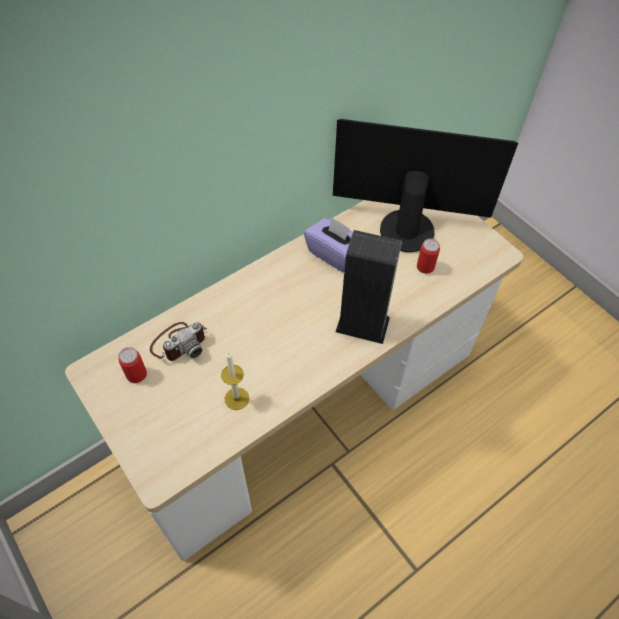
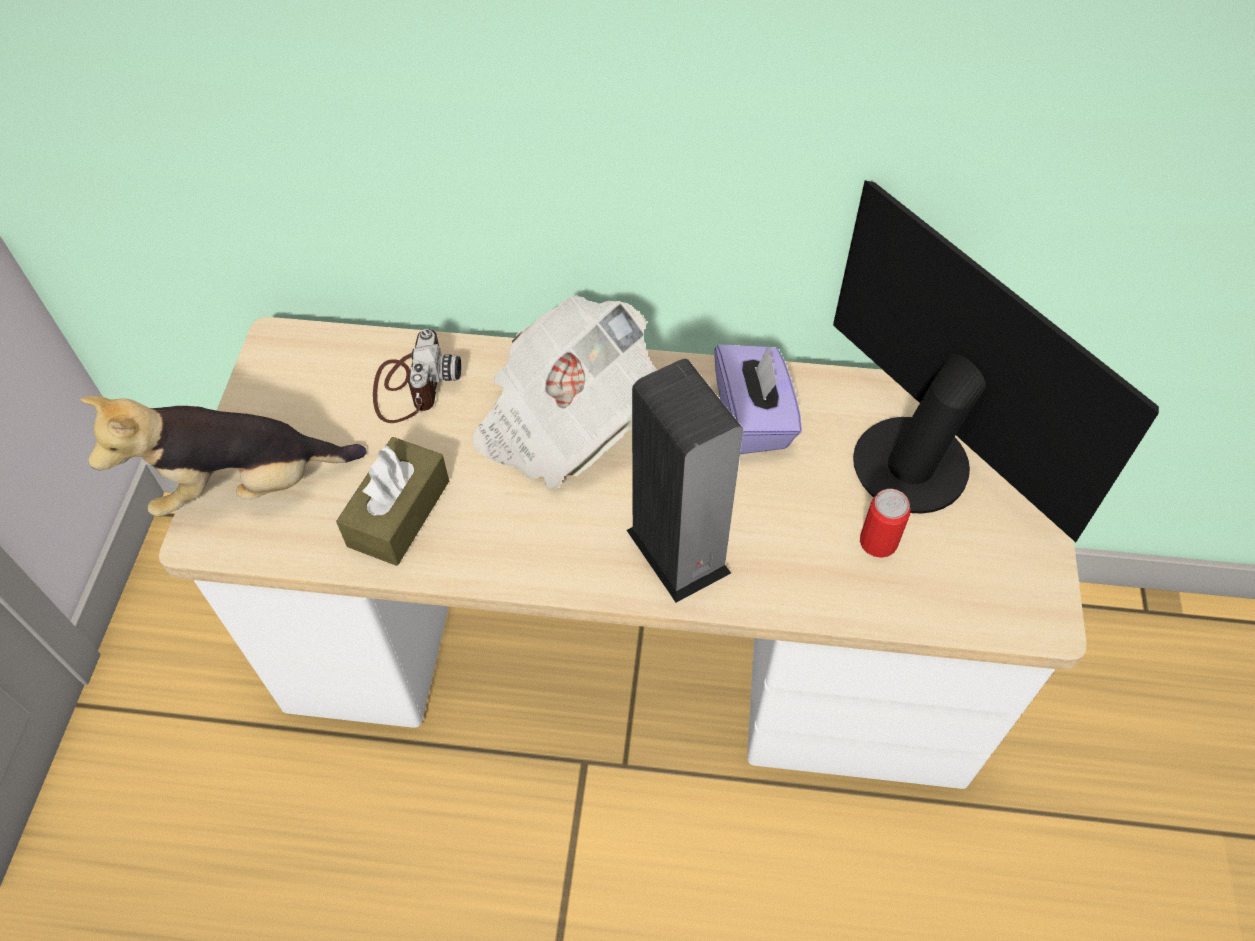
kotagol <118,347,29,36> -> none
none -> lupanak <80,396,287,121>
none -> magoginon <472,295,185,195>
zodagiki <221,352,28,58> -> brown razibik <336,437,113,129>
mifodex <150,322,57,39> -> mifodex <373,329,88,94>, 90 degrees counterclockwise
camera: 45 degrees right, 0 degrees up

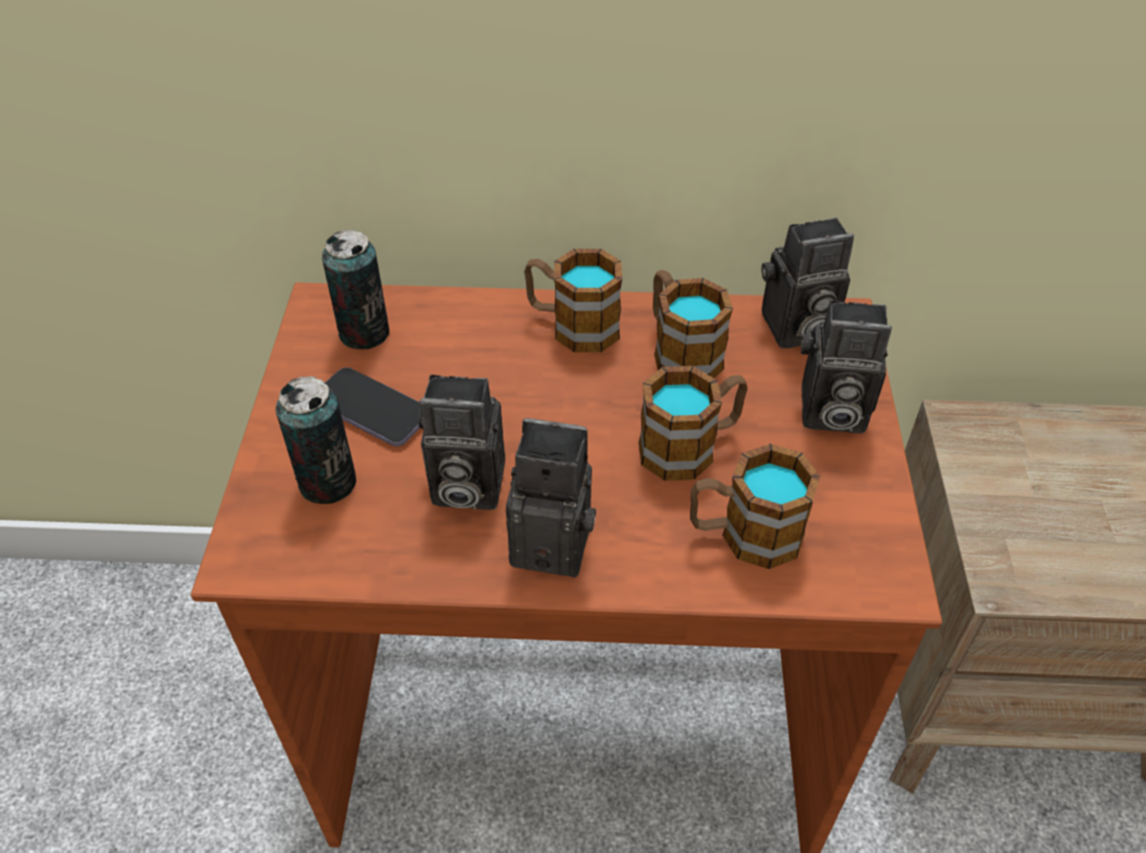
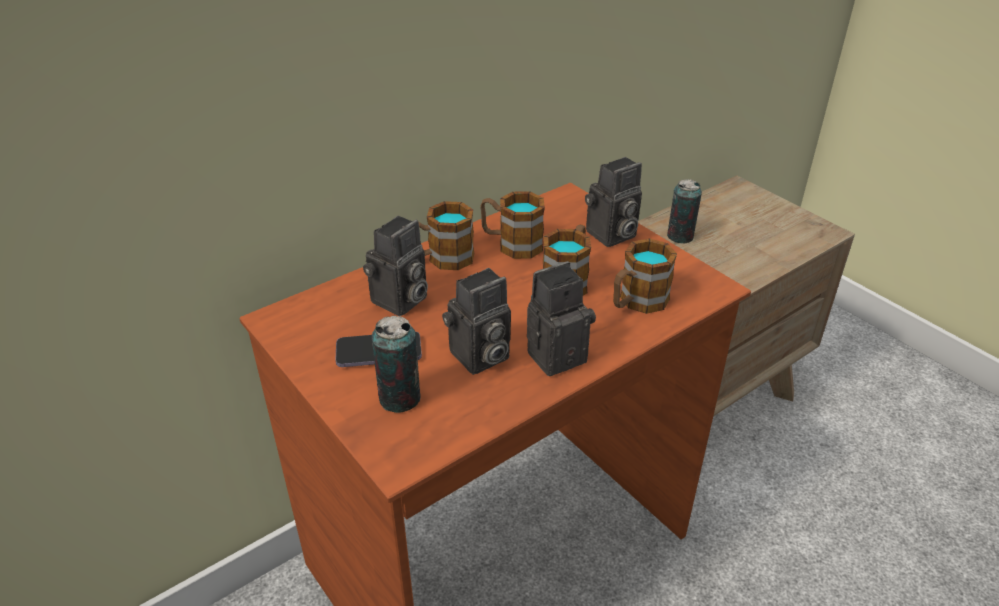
kotagol <322,230,67,119> -> kotagol <667,179,35,65>, move
mifodex <761,217,93,131> -> mifodex <363,215,65,101>, move
camera: 40 degrees left, 10 degrees down

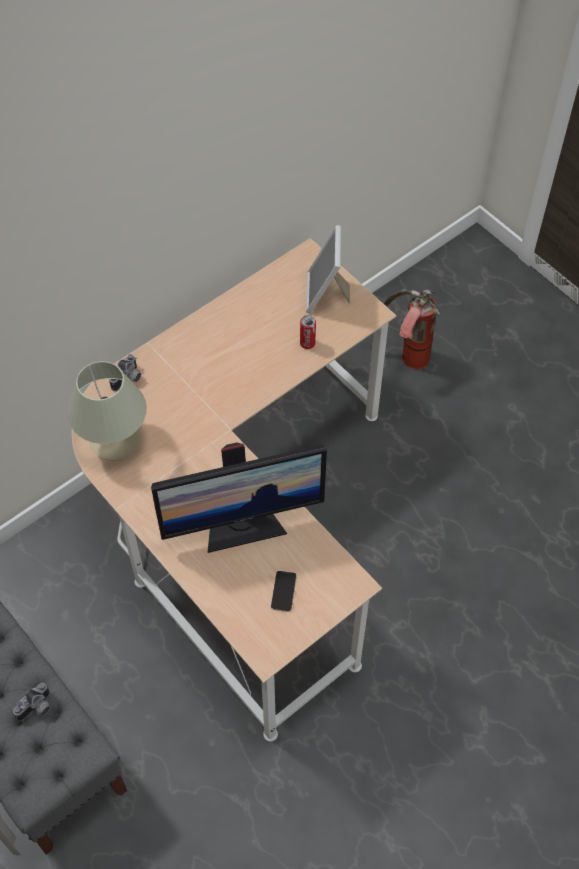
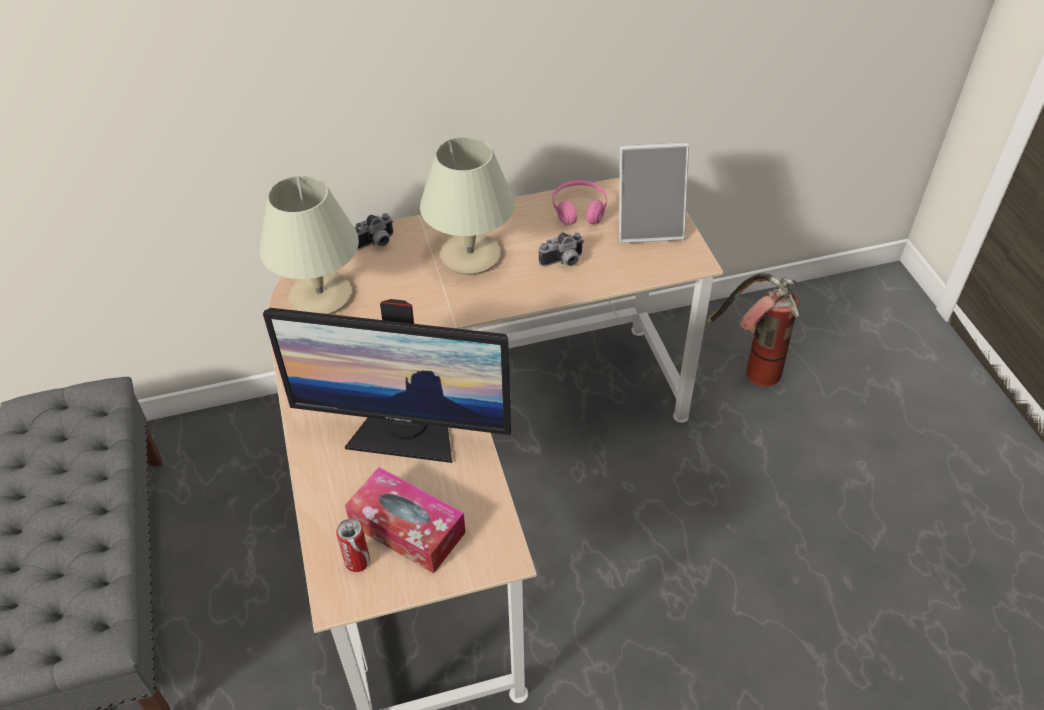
none -> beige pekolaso <420,136,95,139>
none -> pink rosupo <552,179,55,46>
mifodex <13,683,37,38> -> mifodex <539,232,45,35>, move
kotagol <300,315,16,34> -> kotagol <336,519,34,53>, move
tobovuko <271,571,26,41> -> razibik <345,467,121,107>
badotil <306,225,44,88> -> badotil <619,142,70,101>, 120 degrees counterclockwise
camera: 25 degrees right, 10 degrees down

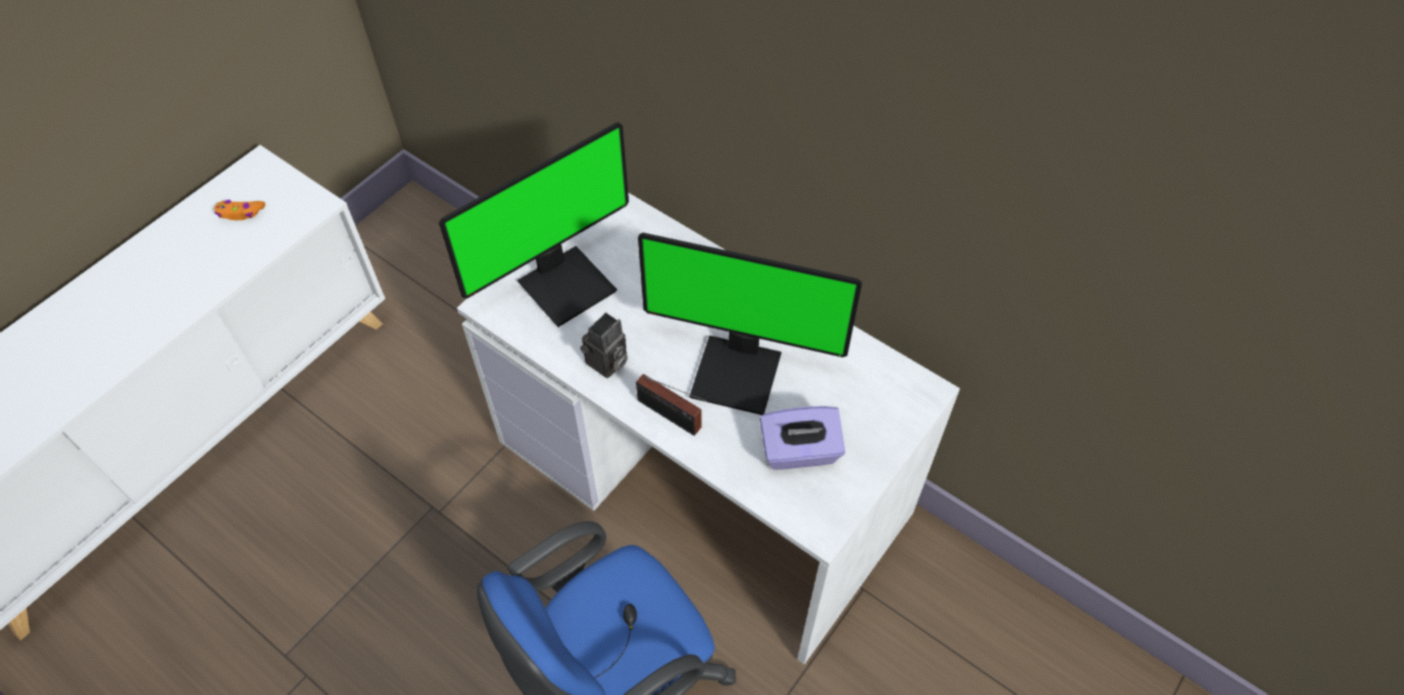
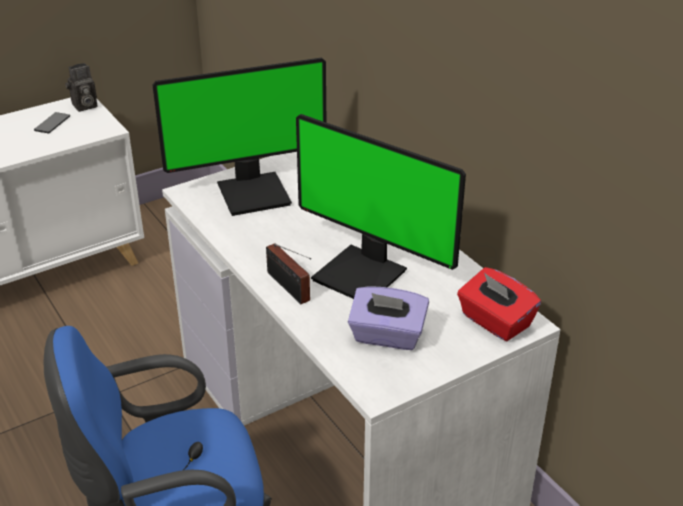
none -> red razibik <457,267,84,74>
mifodex <580,312,48,66> -> mifodex <65,63,32,49>, move
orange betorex <214,200,51,20> -> tobovuko <34,112,36,21>
camera: 20 degrees right, 20 degrees down

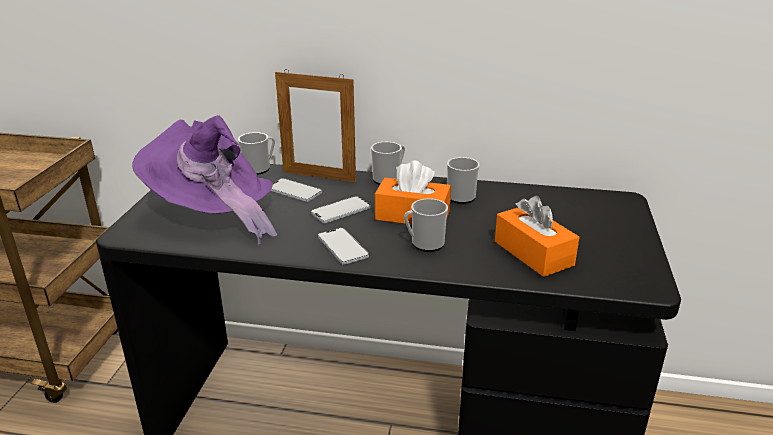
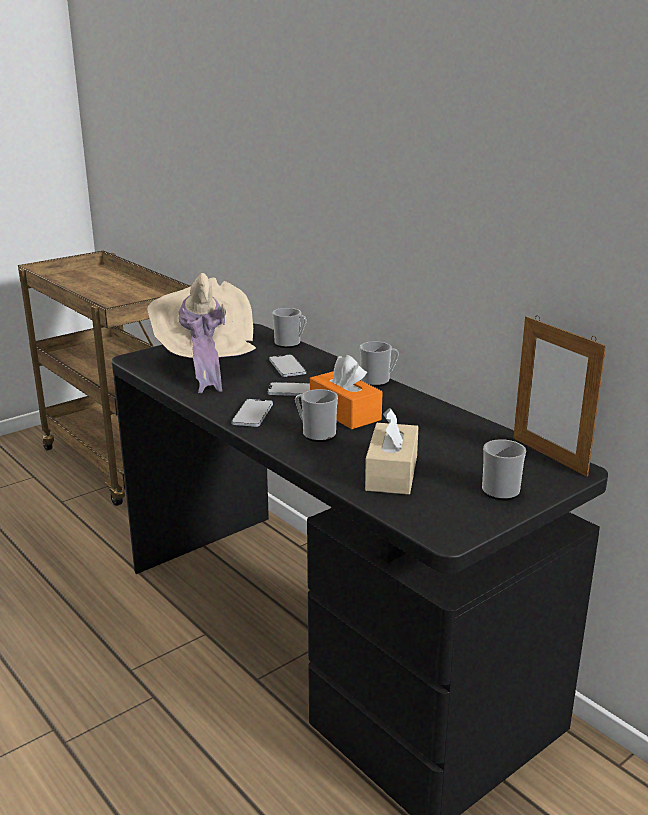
badotil <275,69,81,113> -> badotil <513,315,93,161>, move
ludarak <447,157,33,47> -> ludarak <482,439,44,61>, move
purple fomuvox <132,115,146,131> -> beige fomuvox <147,273,109,120>
orange razibik <495,196,85,81> -> beige razibik <365,408,53,87>
camera: 40 degrees right, 5 degrees down

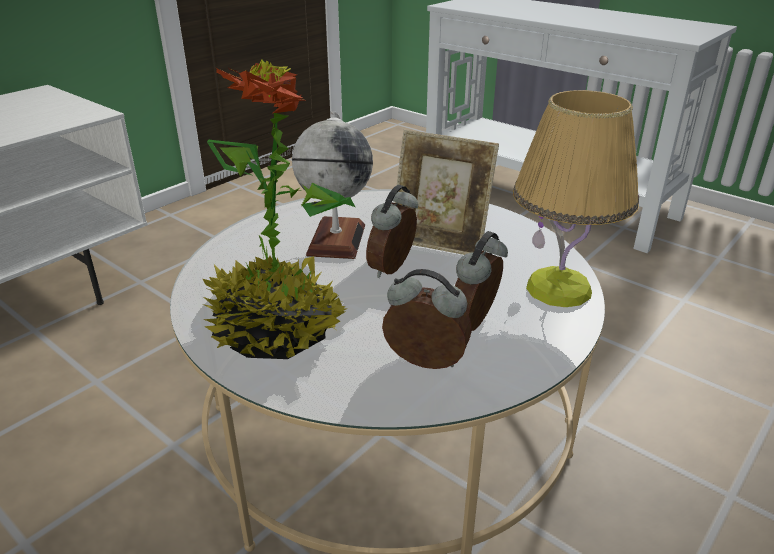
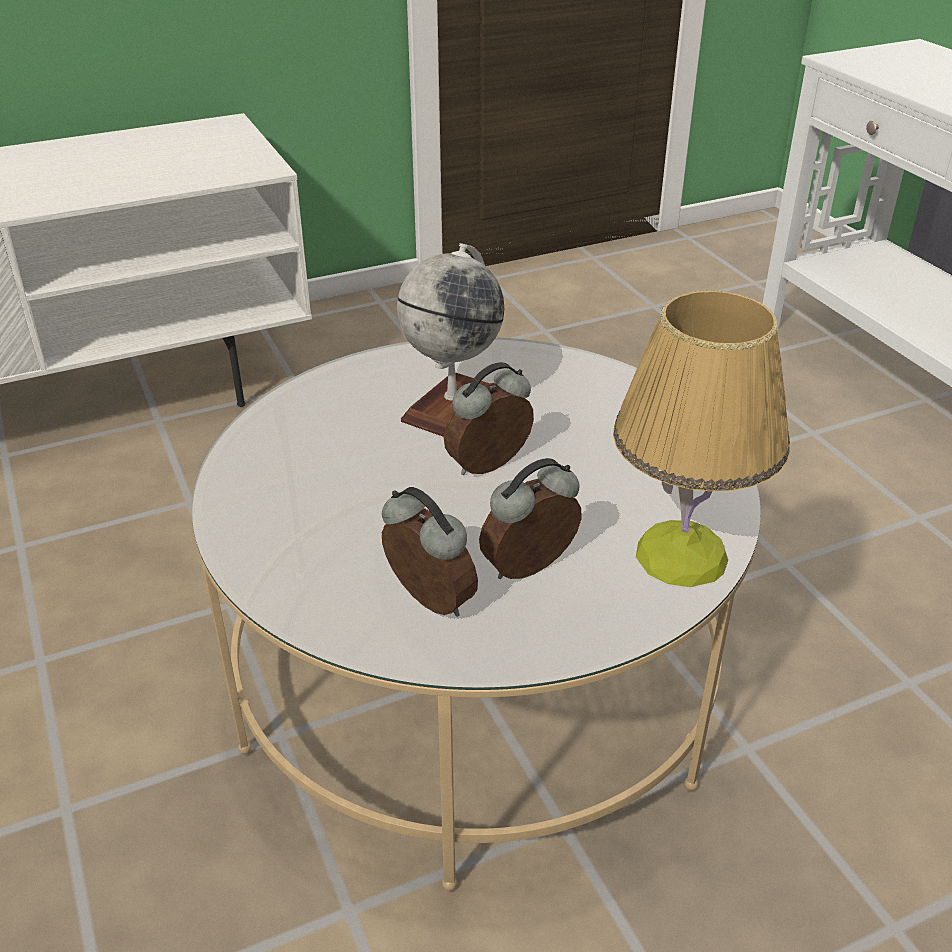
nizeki <203,60,152,299> -> none
badotil <395,130,104,125> -> none
camera: 25 degrees right, 5 degrees up

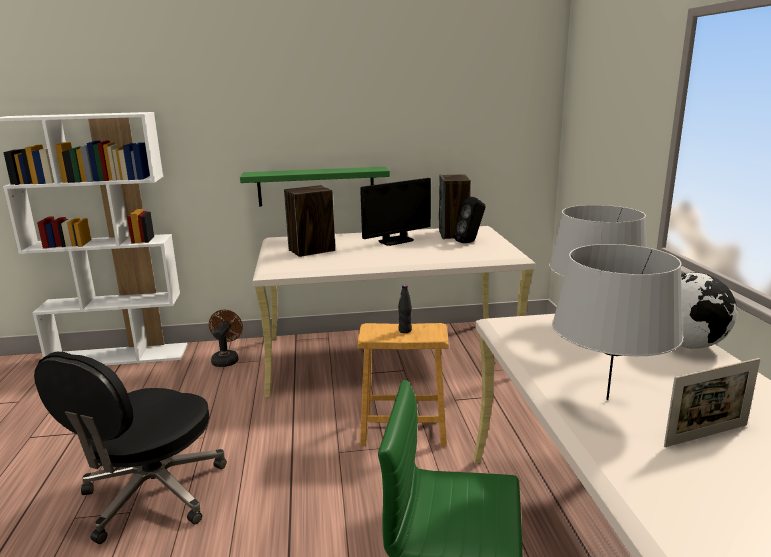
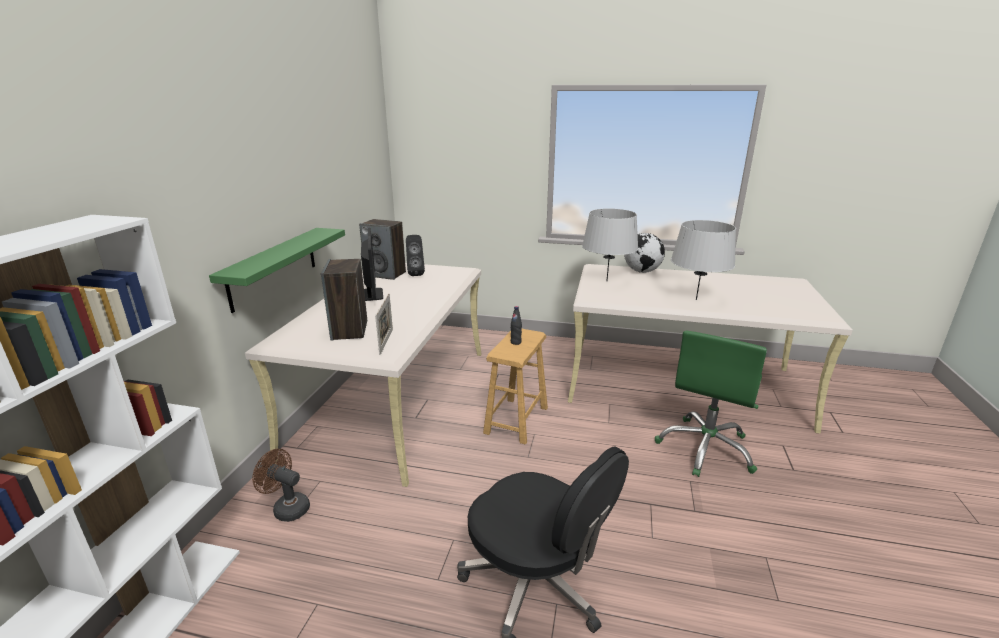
badotil <664,358,96,89> -> badotil <375,293,18,62>, move
camera: 70 degrees left, 5 degrees up

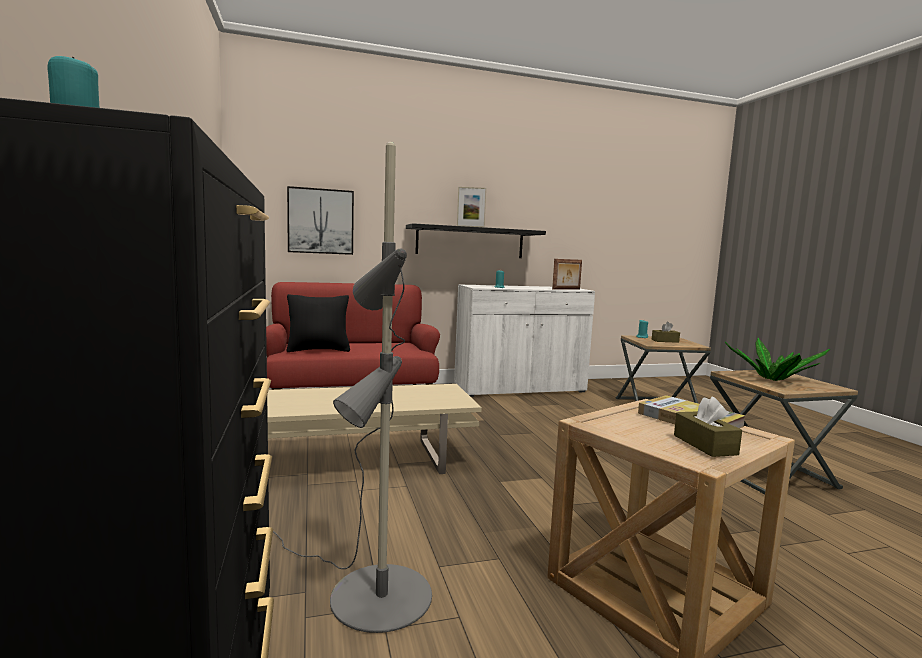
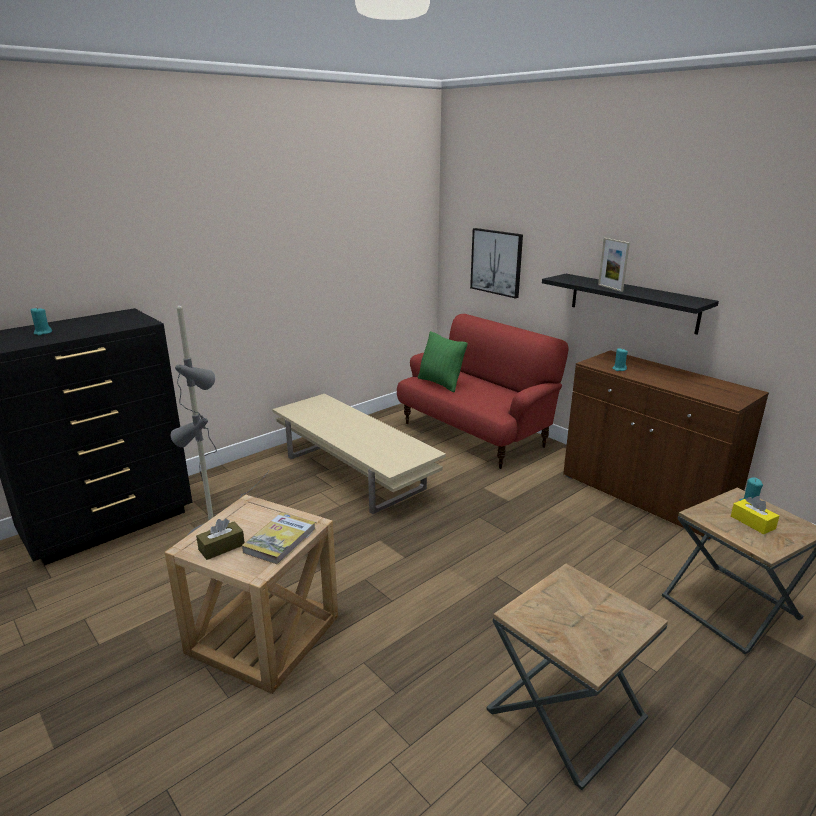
badotil <552,259,30,31> -> none
nizeki <725,338,105,43> -> none
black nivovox <286,294,64,58> -> green nivovox <418,331,50,61>
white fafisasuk <454,284,141,113> -> brown fafisasuk <563,350,206,190>
brown razibik <651,322,29,21> -> yellow razibik <731,496,48,38>
camera: 65 degrees right, 15 degrees up

